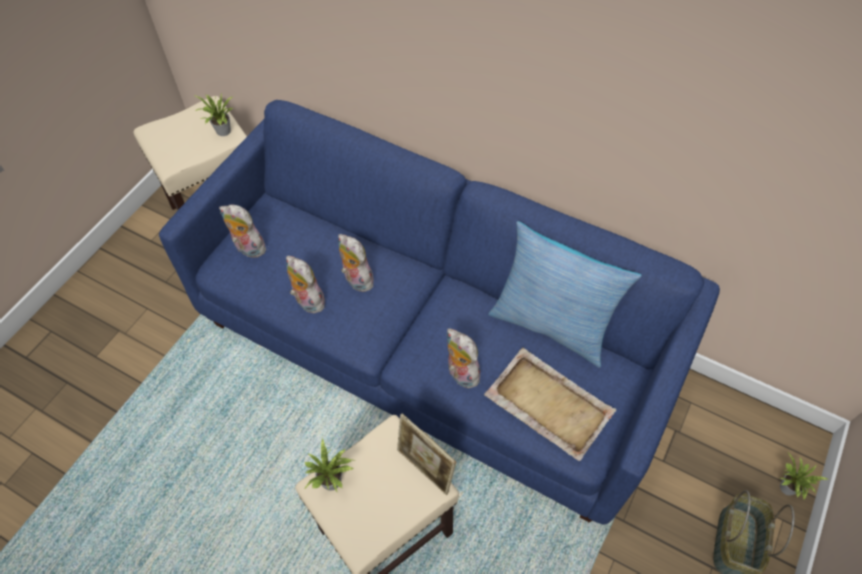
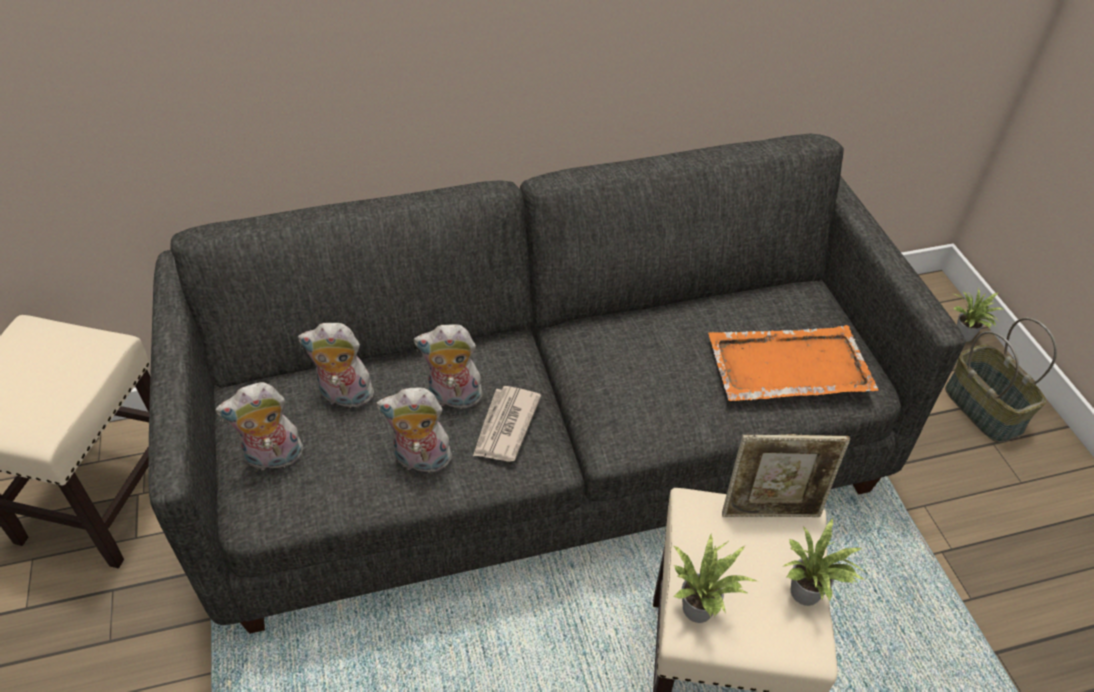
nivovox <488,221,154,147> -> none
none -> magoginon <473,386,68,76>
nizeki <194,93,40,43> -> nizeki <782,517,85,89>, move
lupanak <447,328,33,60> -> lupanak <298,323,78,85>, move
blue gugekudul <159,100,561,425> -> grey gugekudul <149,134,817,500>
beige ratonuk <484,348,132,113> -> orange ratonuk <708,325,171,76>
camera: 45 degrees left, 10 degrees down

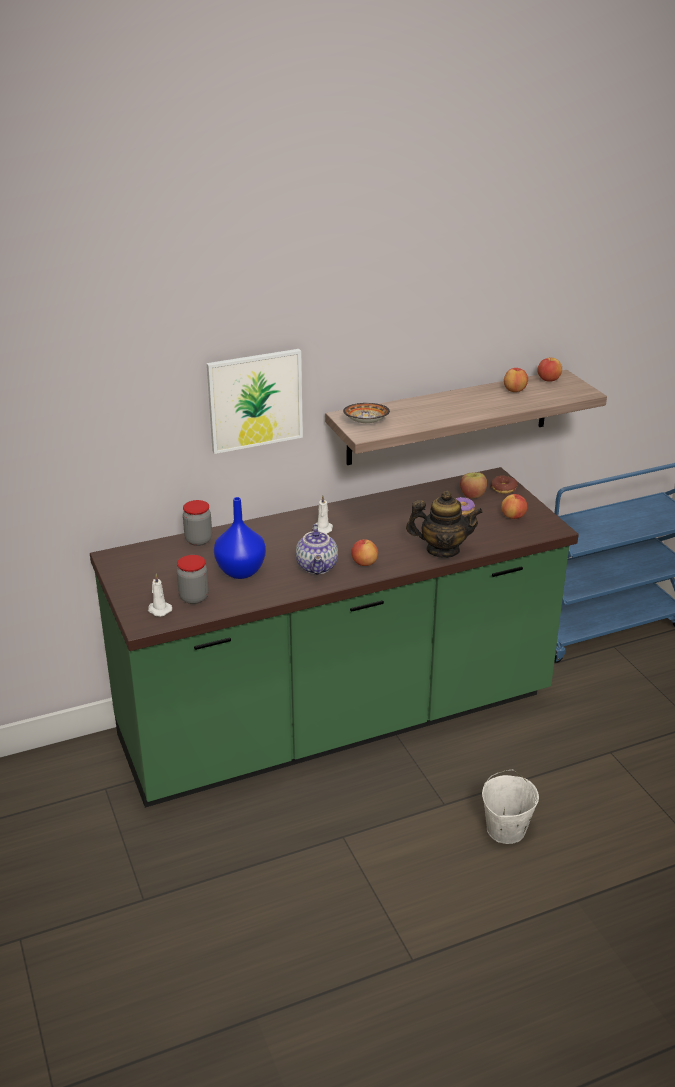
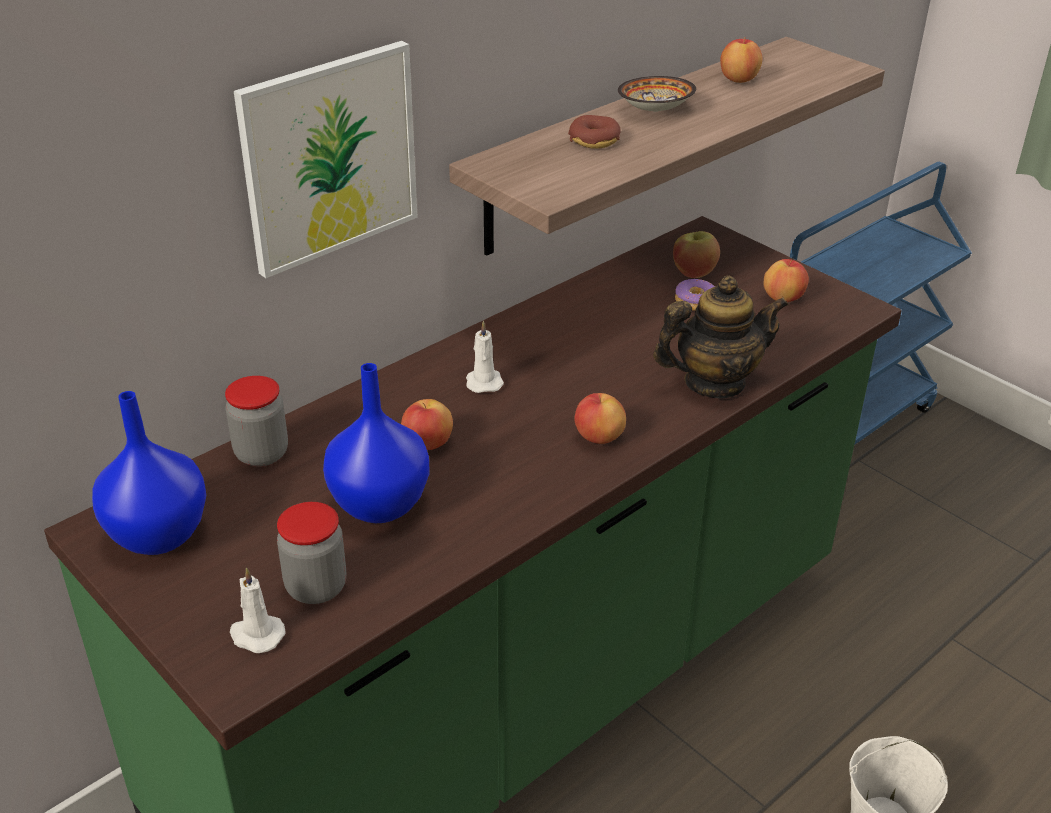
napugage <296,524,42,51> -> none
none -> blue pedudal <92,391,114,164>
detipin <343,403,47,20> -> detipin <618,76,78,36>, move
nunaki <490,476,27,18> -> nunaki <568,115,53,34>, move
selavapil <537,358,25,24> -> selavapil <401,399,52,51>, move
camera: 20 degrees left, 5 degrees up

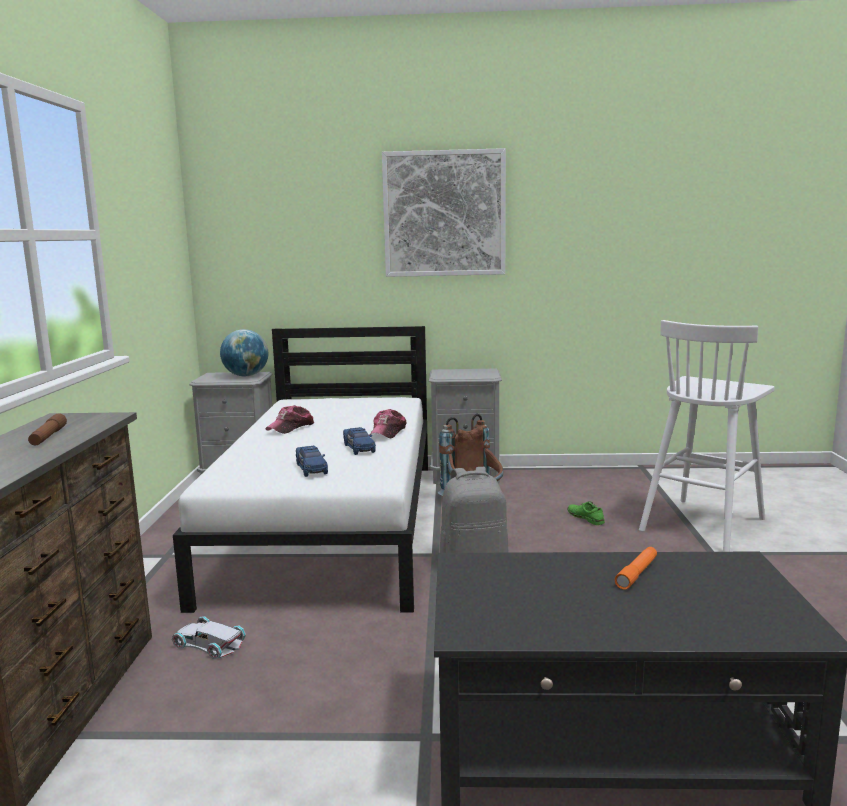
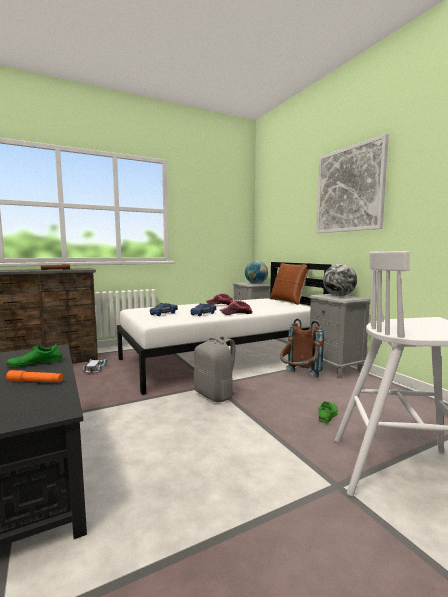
none -> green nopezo <6,344,57,23>
none -> brown nivovox <270,263,41,42>
none -> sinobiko <323,264,34,32>
camera: 60 degrees right, 5 degrees down

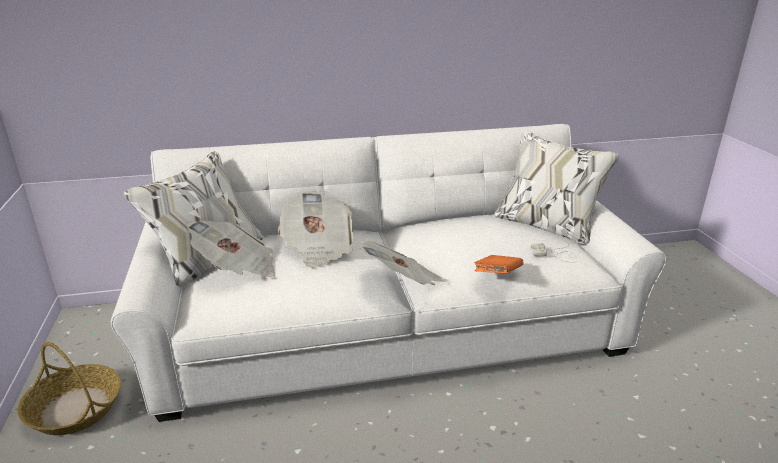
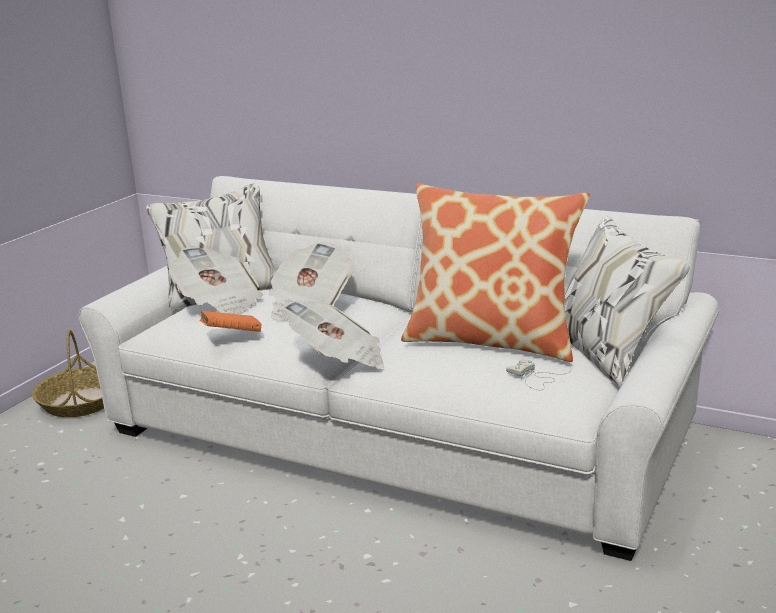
none -> nivovox <401,183,189,179>
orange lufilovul <474,255,49,18> -> orange lufilovul <200,311,61,21>, move
camera: 40 degrees right, 5 degrees down

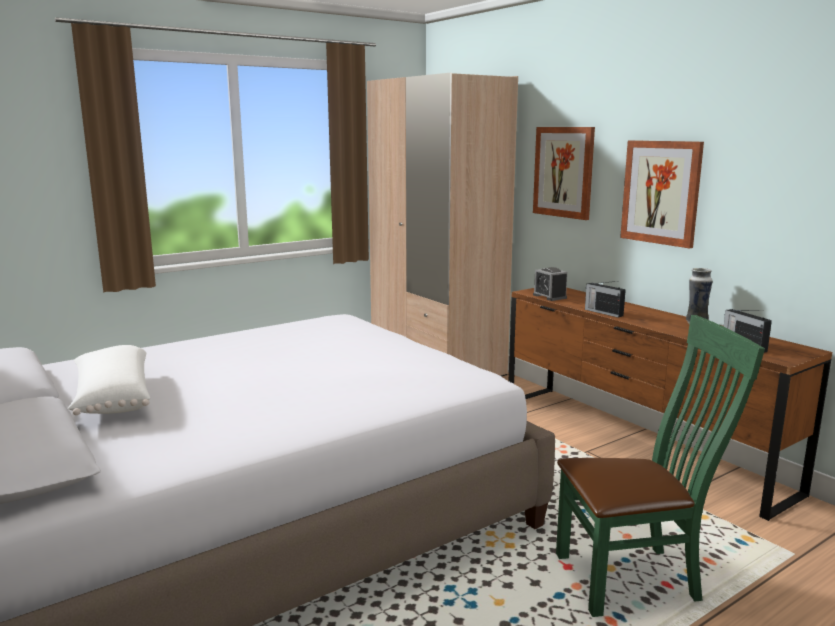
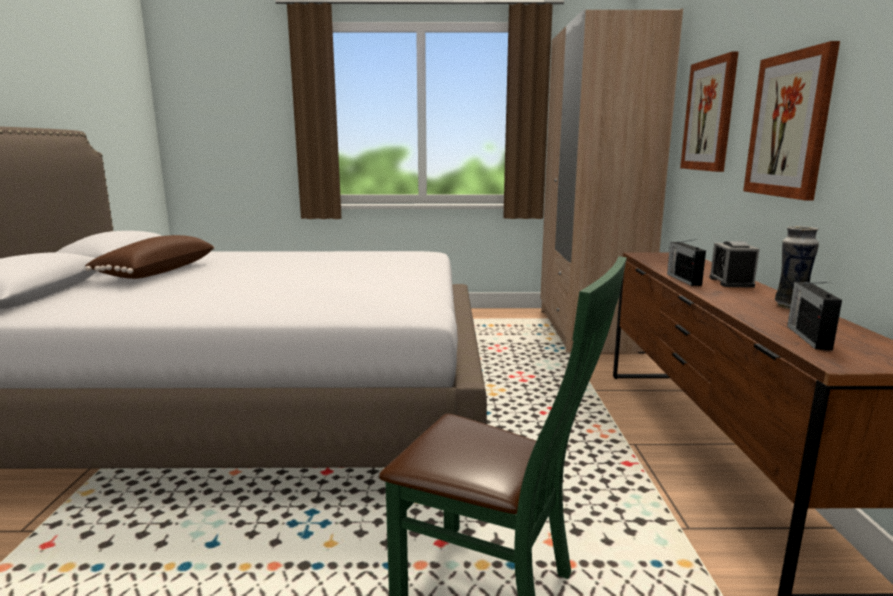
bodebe <533,267,34,34> -> bodebe <709,241,50,47>, move
white nivovox <68,345,82,70> -> brown nivovox <85,235,130,44>
camera: 35 degrees right, 0 degrees up

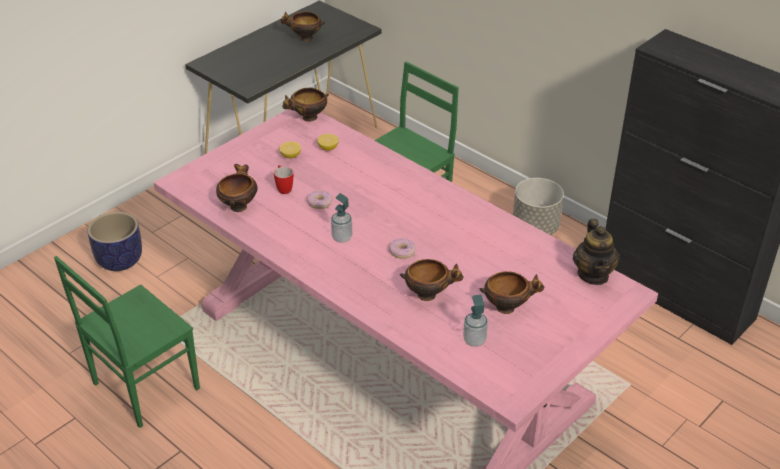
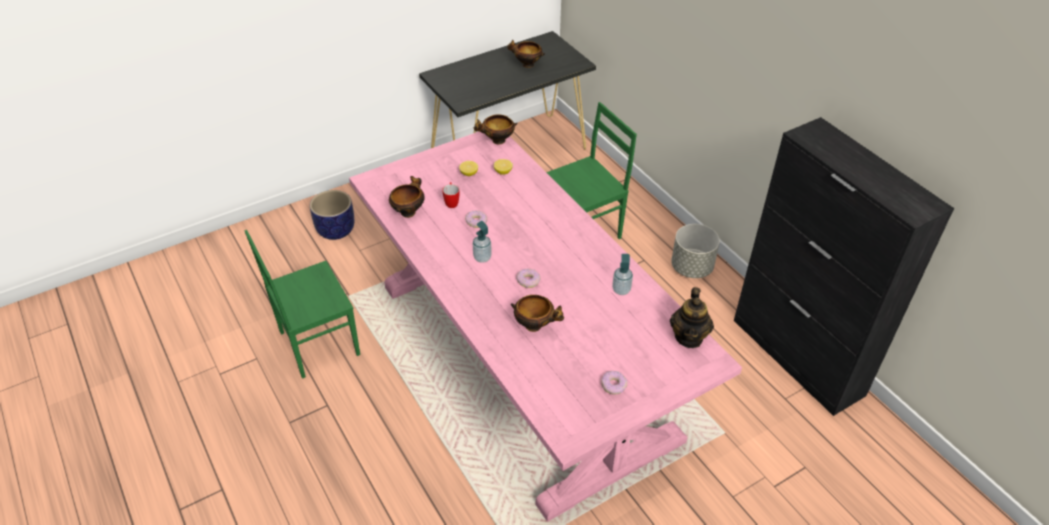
detipin <480,271,64,43> -> none
none -> nunaki <601,371,26,23>
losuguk <463,295,25,52> -> losuguk <612,254,21,41>, move
camera: 15 degrees right, 5 degrees up

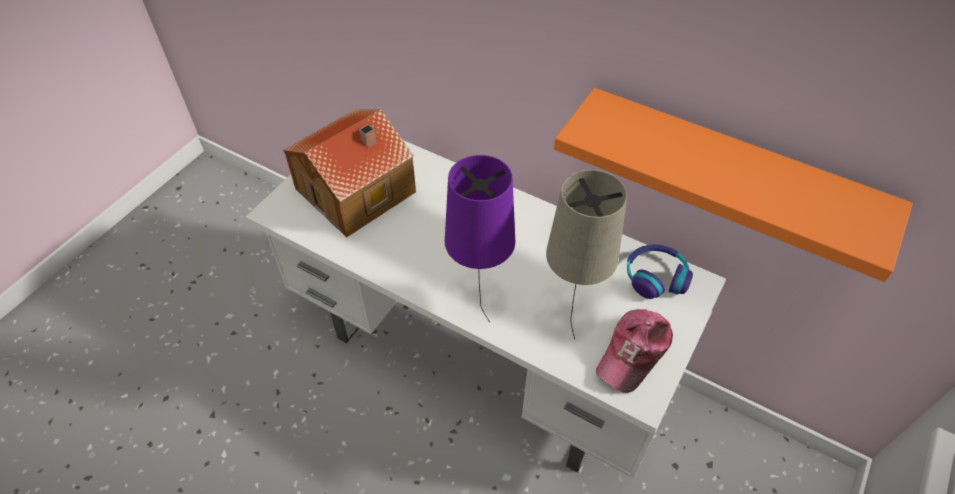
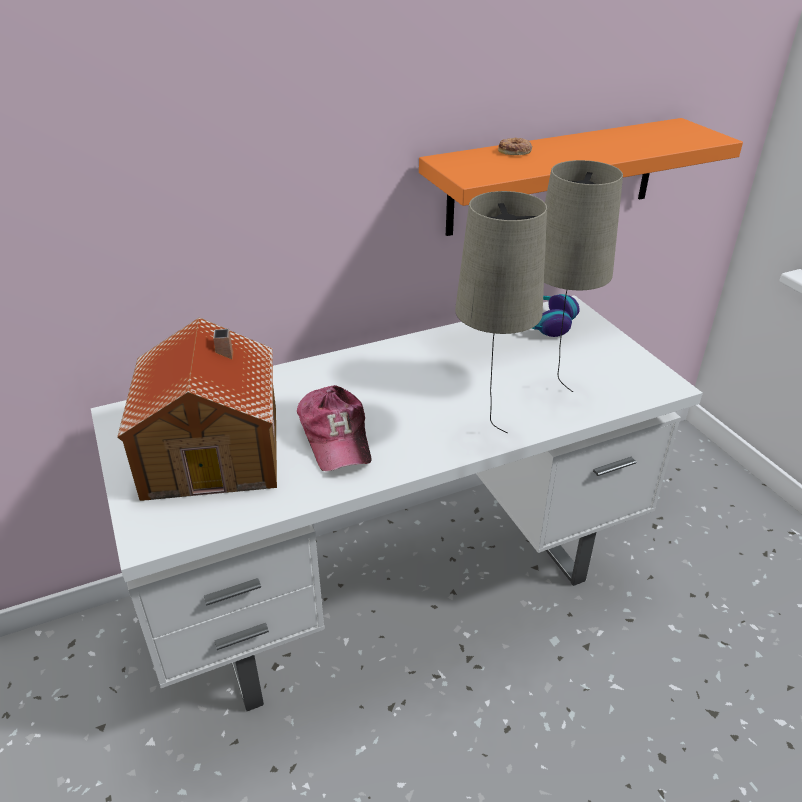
none -> nunaki <498,137,34,18>
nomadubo <596,309,77,84> -> nomadubo <297,385,75,86>, move
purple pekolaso <445,155,70,167> -> beige pekolaso <455,191,92,242>
camera: 55 degrees left, 15 degrees down

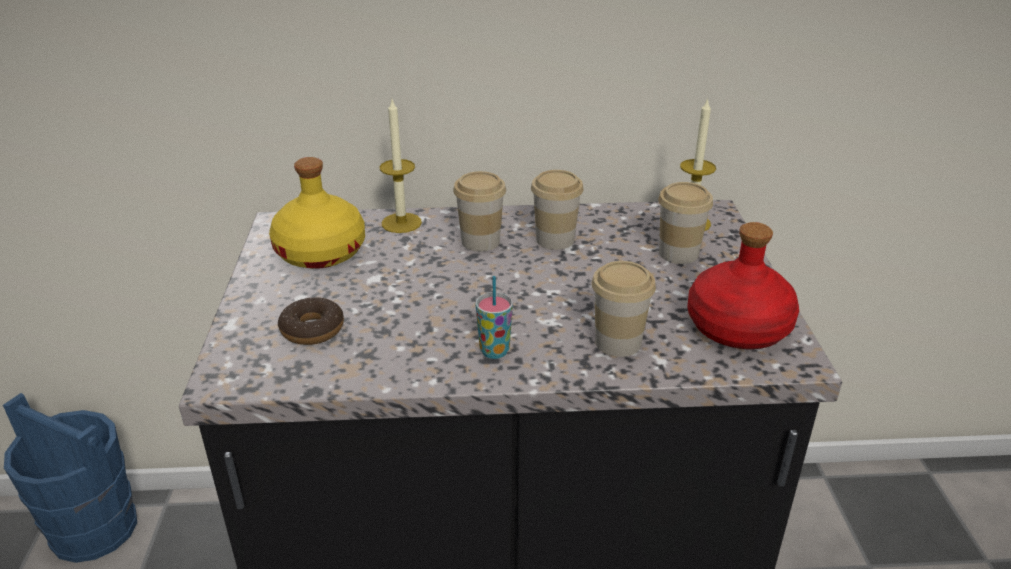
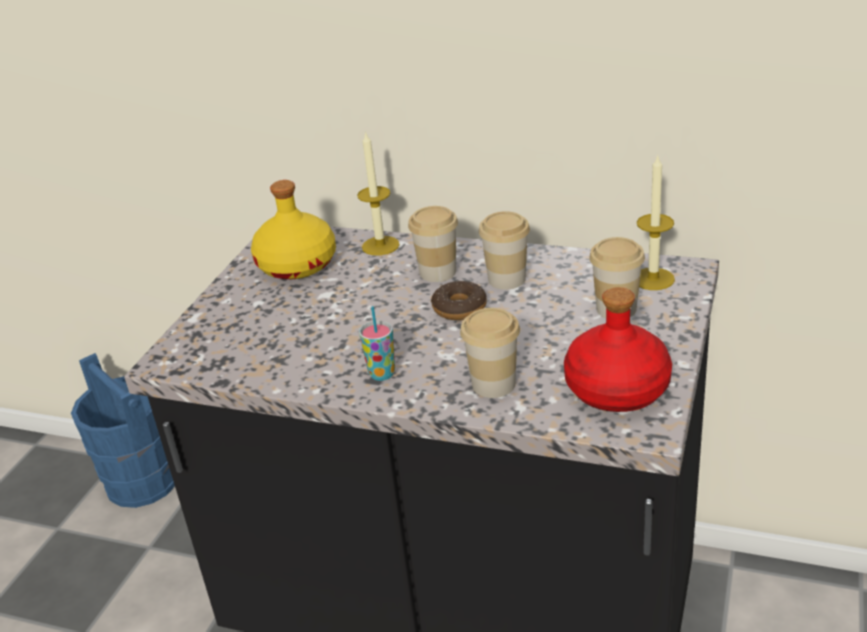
nunaki <278,297,66,48> -> nunaki <431,281,56,39>, move
camera: 25 degrees right, 0 degrees up

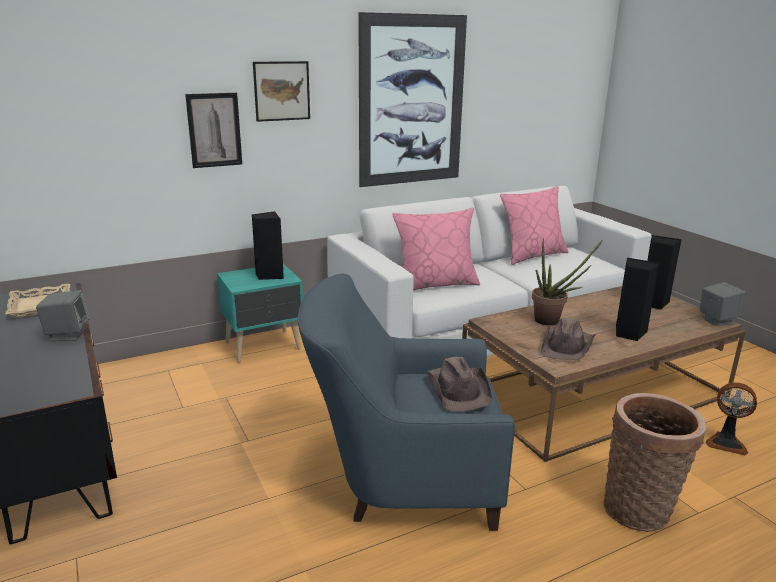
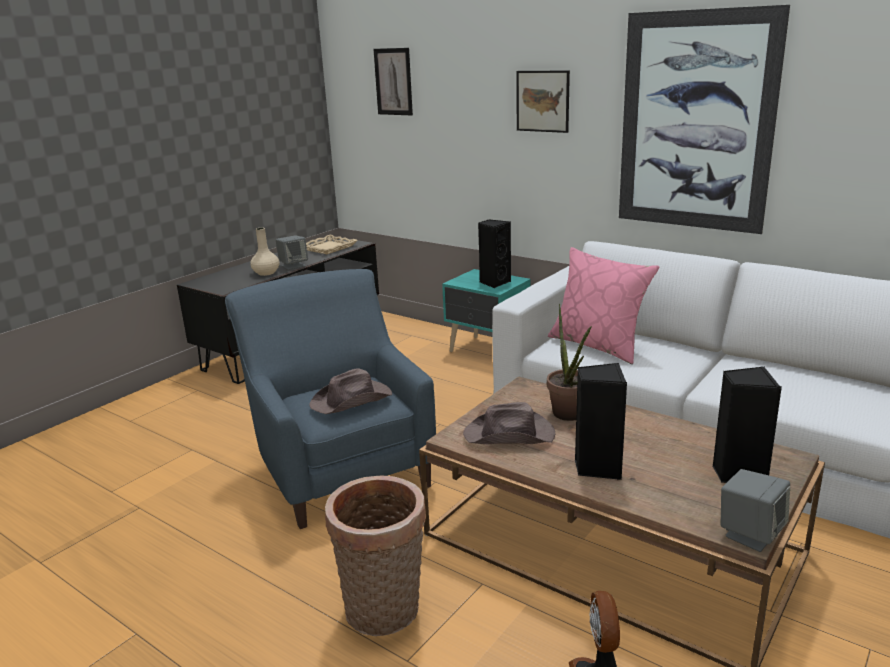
pink nivovox <500,186,69,79> -> none
none -> beige pedudal <250,228,29,48>
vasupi <185,93,57,75> -> vasupi <374,48,39,68>, move
camera: 65 degrees right, 0 degrees up

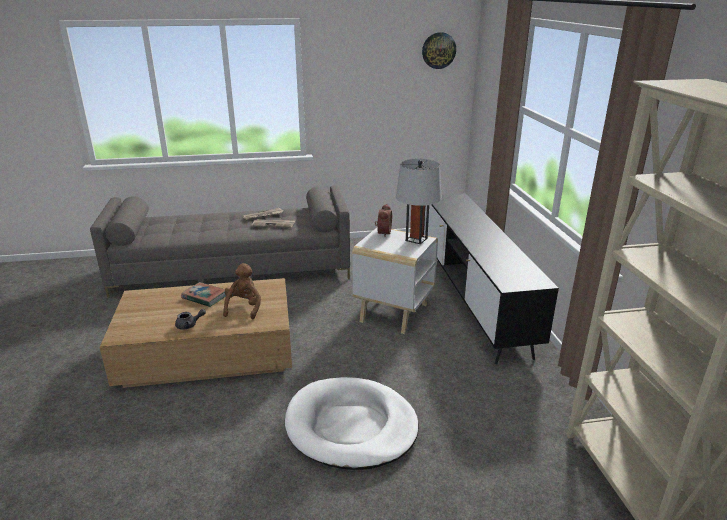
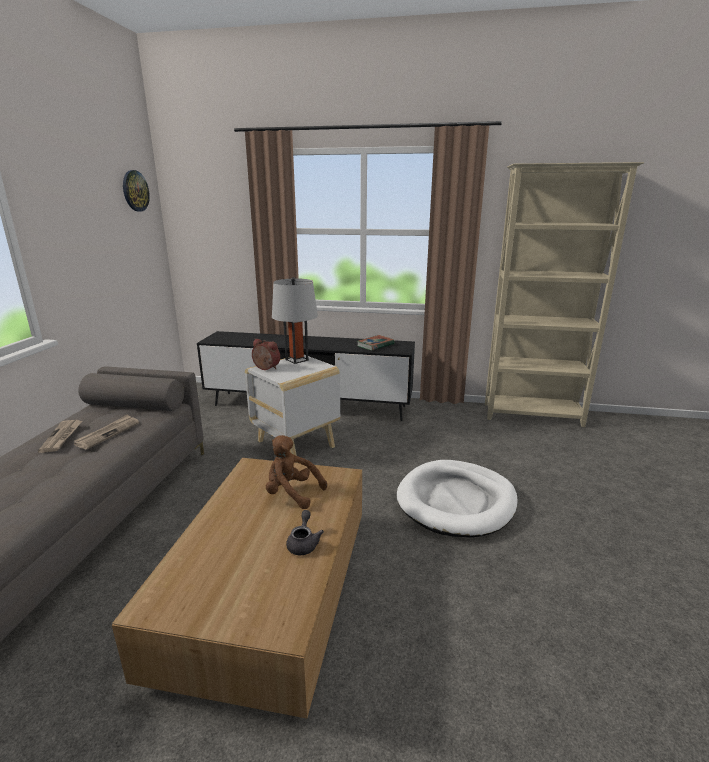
lufilovul <181,282,45,25> -> lufilovul <357,335,38,16>, move
camera: 70 degrees left, 5 degrees down

